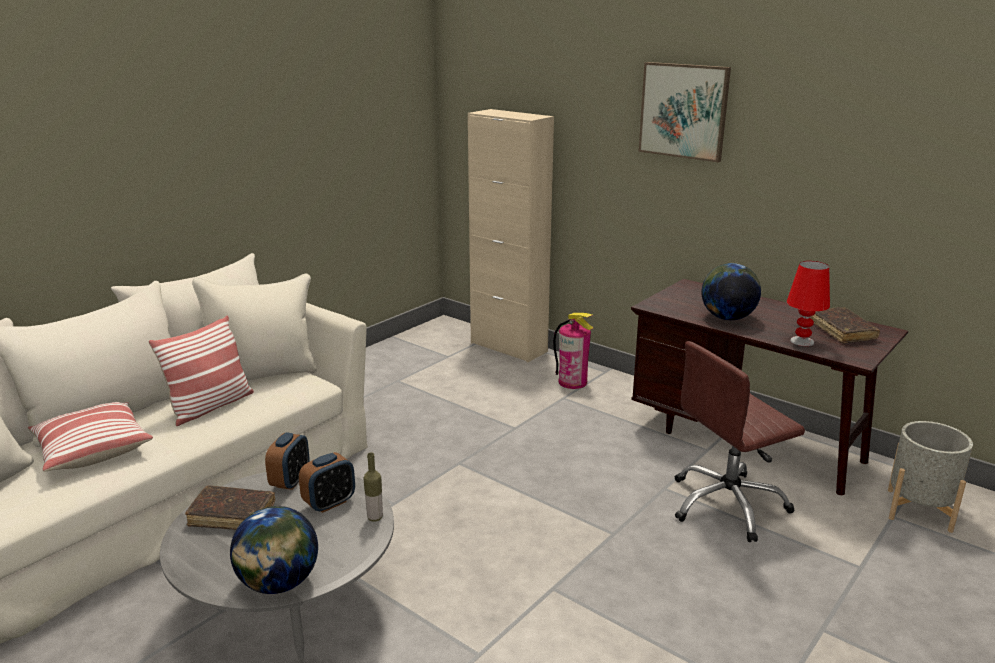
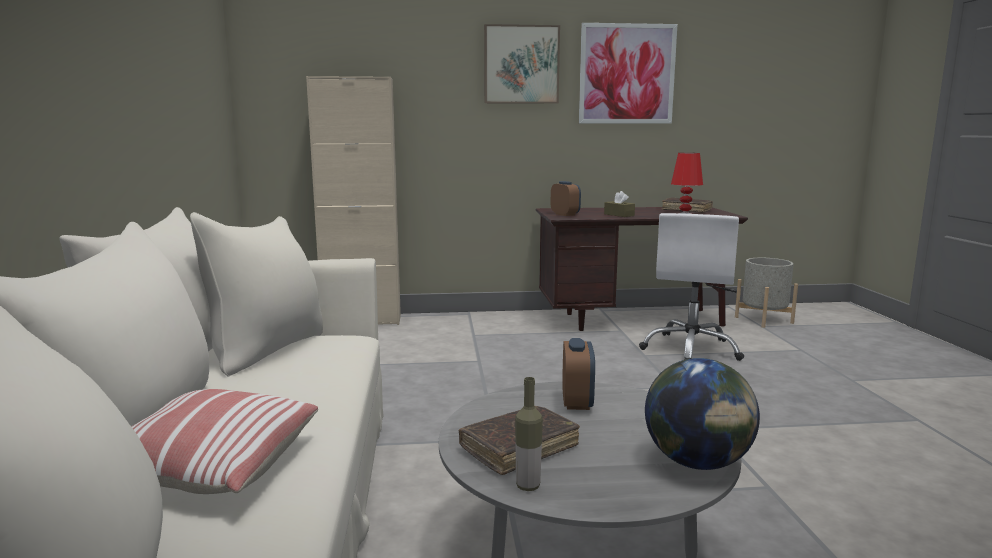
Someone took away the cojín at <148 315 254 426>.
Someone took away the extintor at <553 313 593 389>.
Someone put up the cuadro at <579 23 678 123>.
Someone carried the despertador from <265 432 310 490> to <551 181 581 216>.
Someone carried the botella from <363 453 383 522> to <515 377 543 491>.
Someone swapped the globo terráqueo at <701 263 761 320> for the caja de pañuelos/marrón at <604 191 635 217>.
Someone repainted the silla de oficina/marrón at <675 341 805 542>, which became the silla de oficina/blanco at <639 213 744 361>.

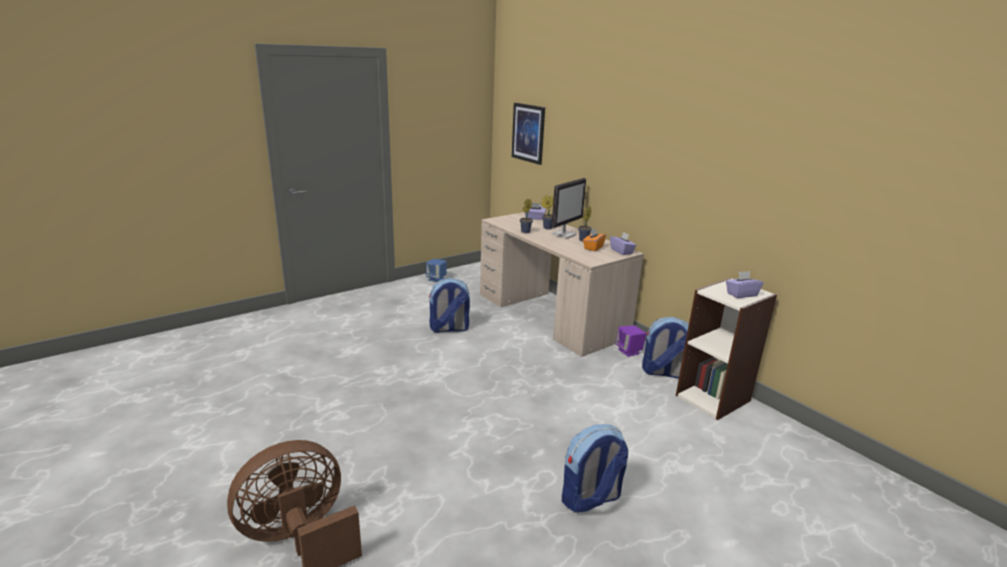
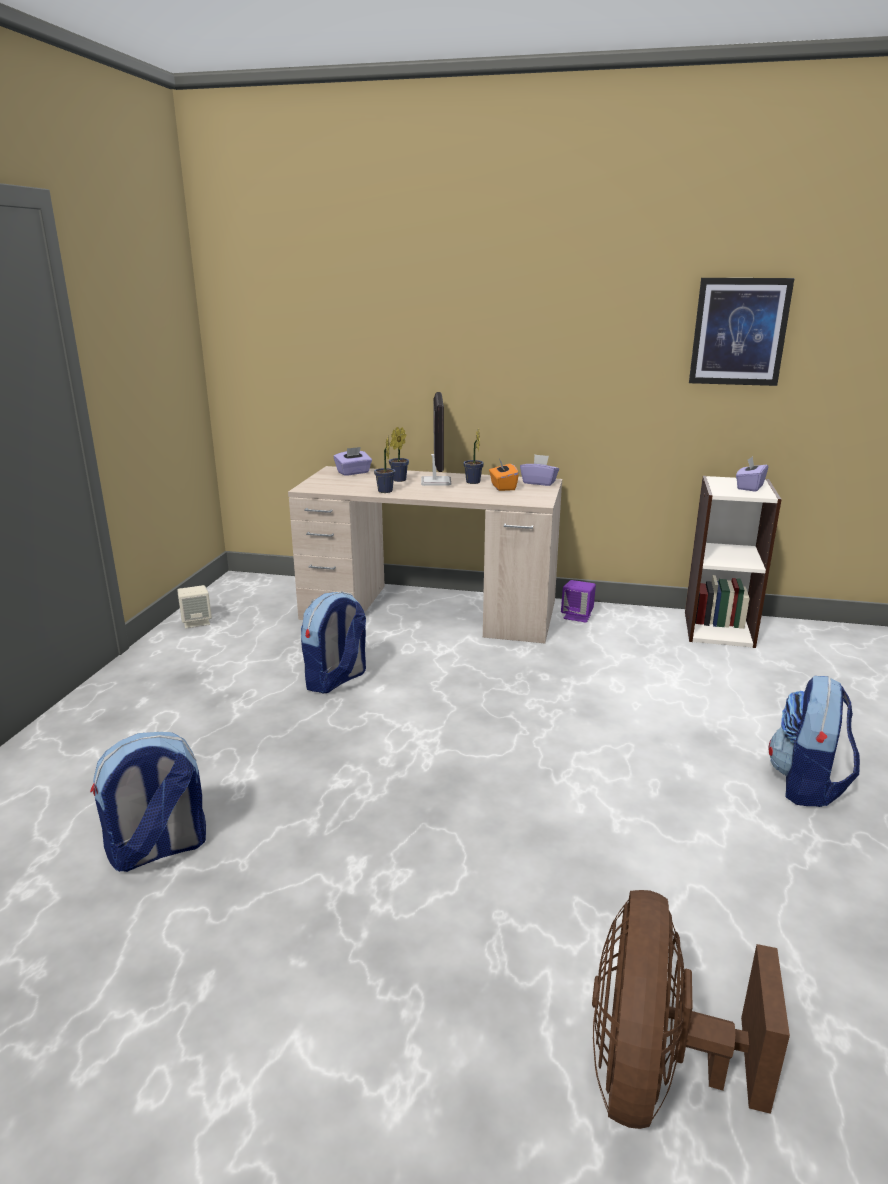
Someone carried the cuadro from <511 103 545 165> to <689 278 794 386>.
Someone carried the mochila from <642 317 689 379> to <90 732 206 872>.
Someone repainted the altavoz/azul at <426 259 447 282>, which became the altavoz/beis at <177 585 212 629>.

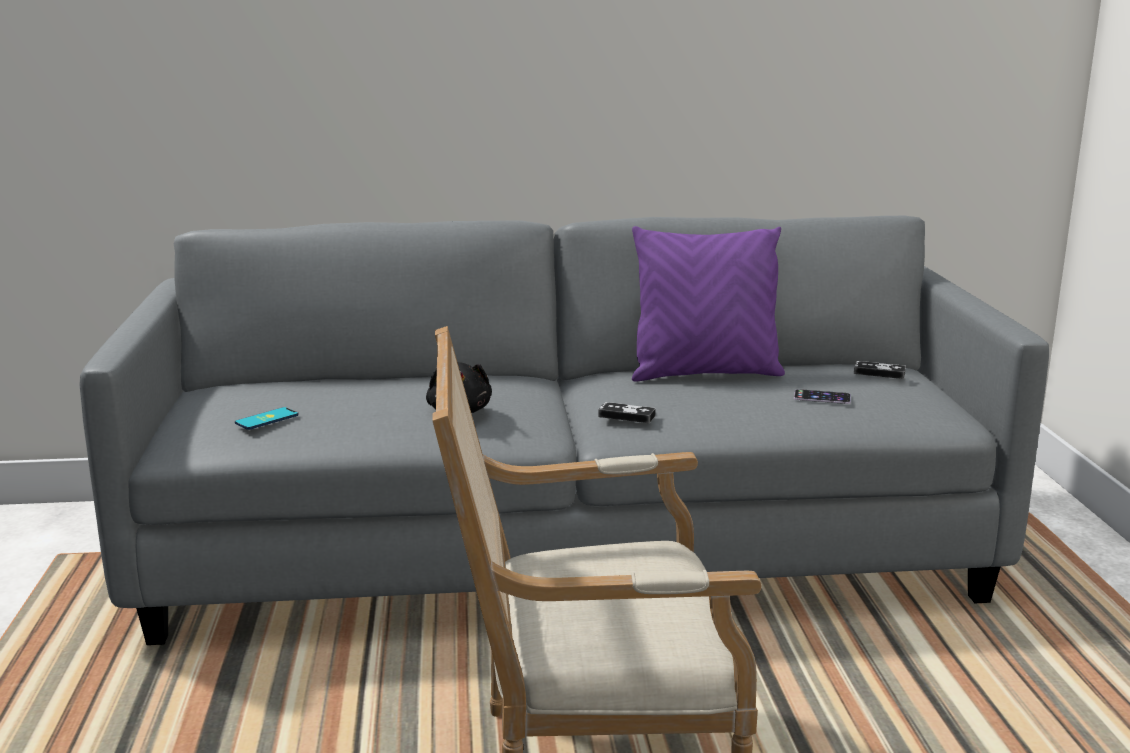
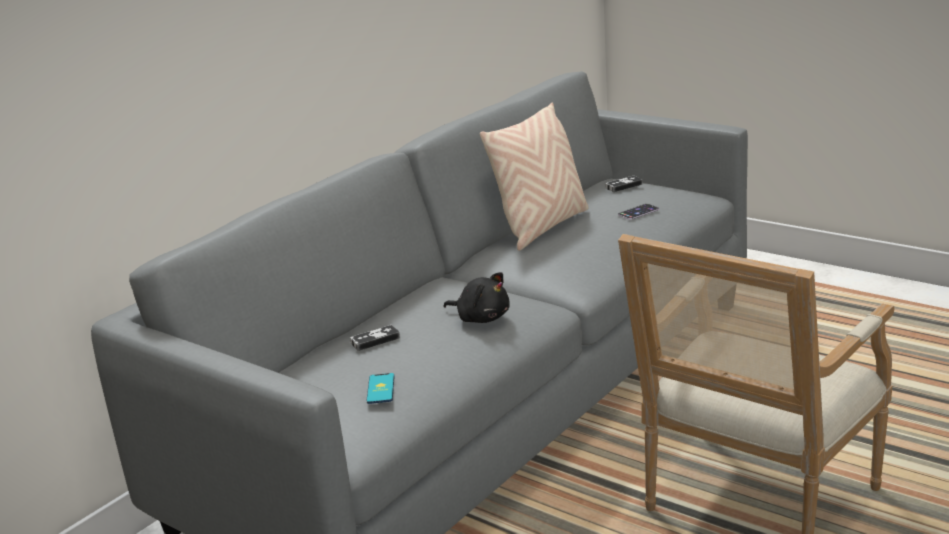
Someone carried the mando de consola from <598 402 656 423> to <350 325 400 351>.
Someone repainted the cojín/morado at <632 226 785 382>, which became the cojín/beis at <480 103 588 251>.

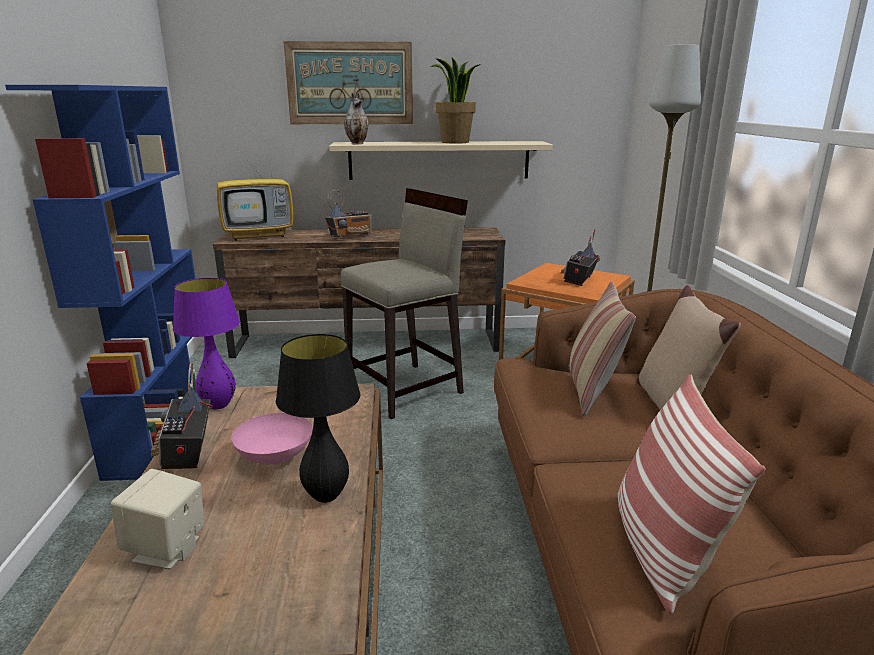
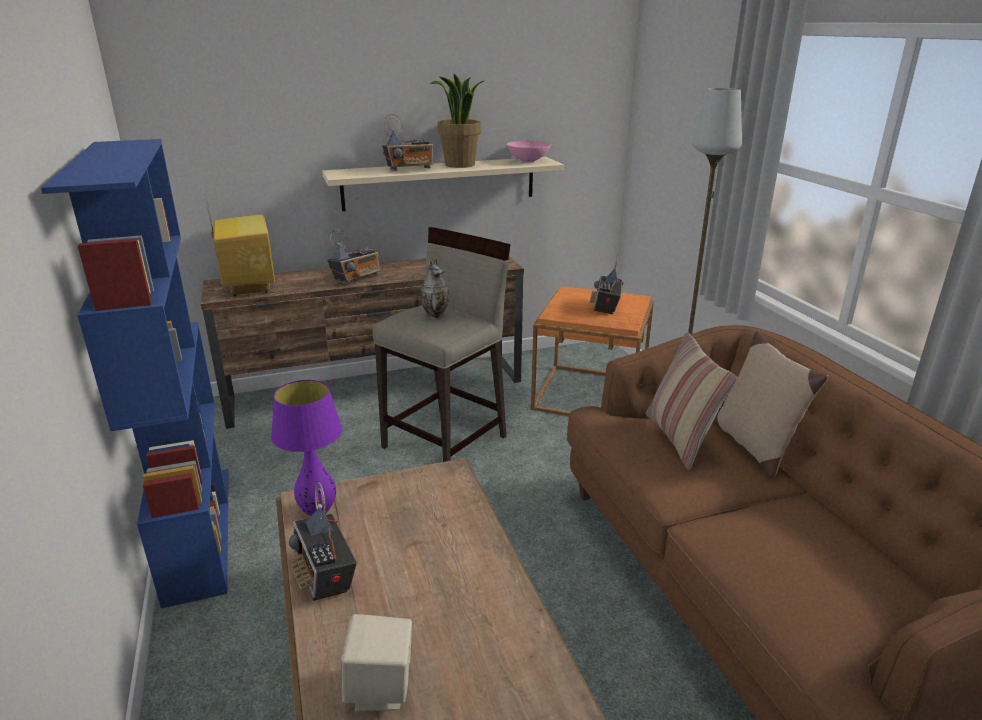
Someone took away the lámpara de mesa/negro at <276 334 360 503>.
Someone took away the cuadro at <283 41 413 124>.
Someone took away the cojín at <618 374 765 614>.
Someone put down the radio at <382 114 433 171>.
Someone carried the cuenco/rosa from <231 413 313 464> to <507 141 551 162>.
Someone carried the florero from <345 92 369 144> to <420 258 449 319>.
Someone rotated the televisor at <217 147 293 241> by 75 degrees counterclockwise.

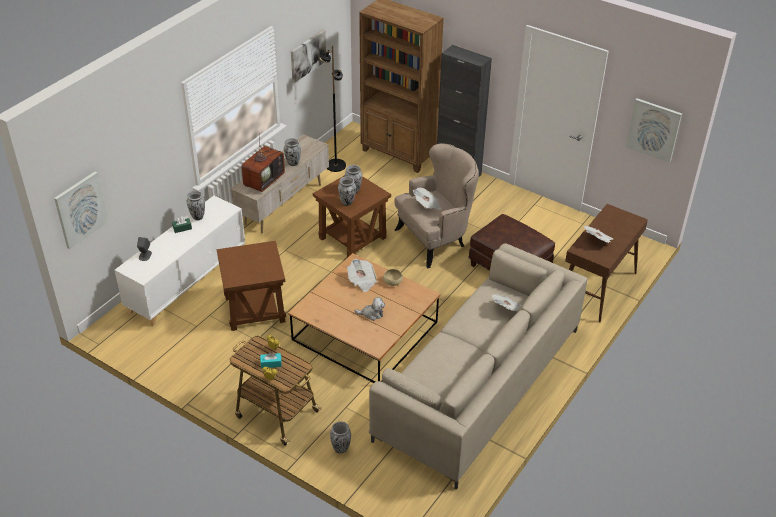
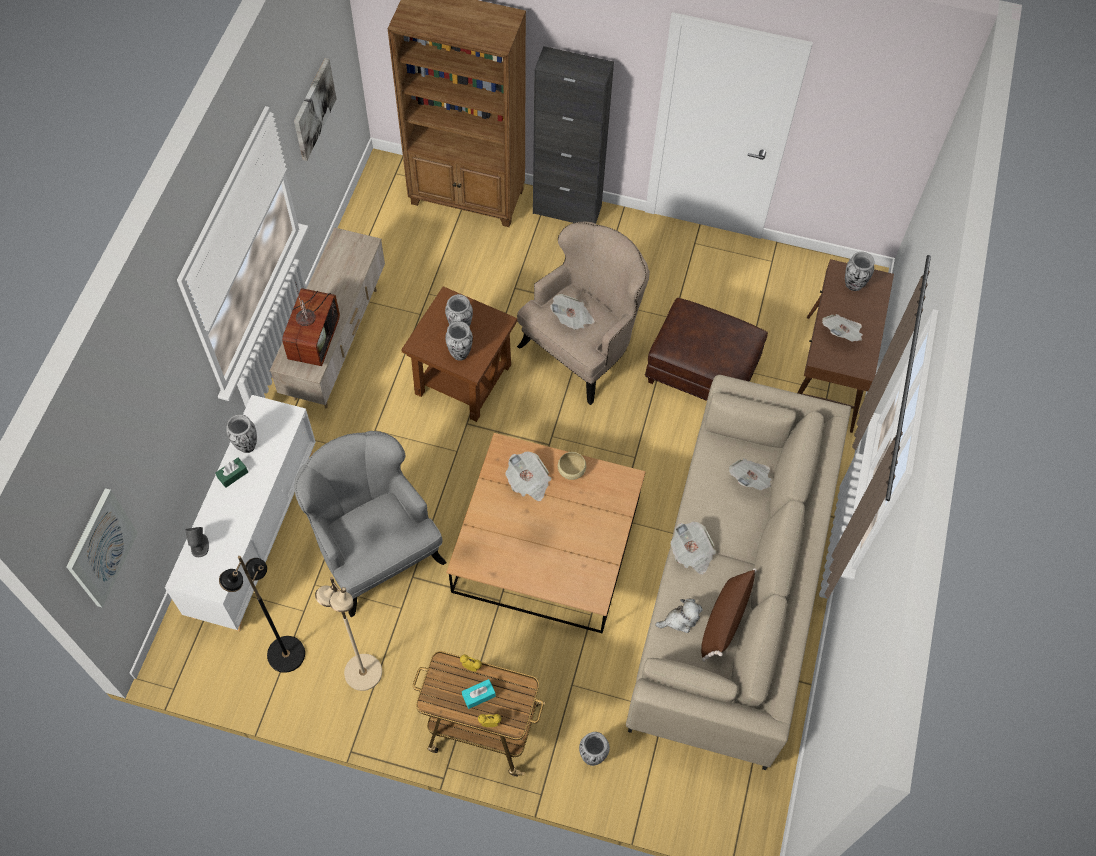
Someone took away the cuadro at <626 98 682 163>.
Someone put down the lámpara de pie/beis at <315 577 382 691>.
Someone put down the periódico at <671 521 716 575>.
Someone put down the cojín/marrón at <701 568 757 662>.
Someone carried the florero from <284 138 301 166> to <845 252 874 291>.
Someone carried the lámpara de pie/negro from <319 46 346 172> to <219 556 305 673>.
Someone carried the peluche from <355 297 385 321> to <655 599 703 633>.
Someone swapped the mesa auxiliar/marrón at <217 241 286 331> for the sillón/gris at <294 431 446 617>.

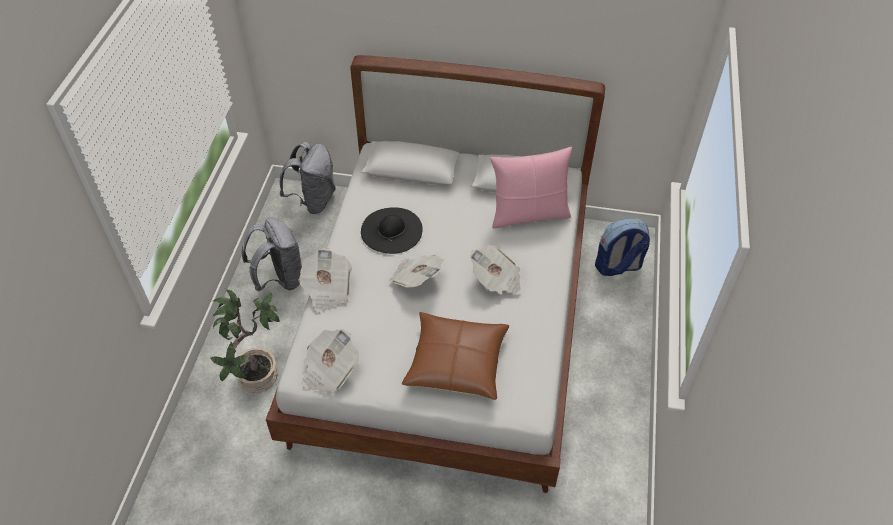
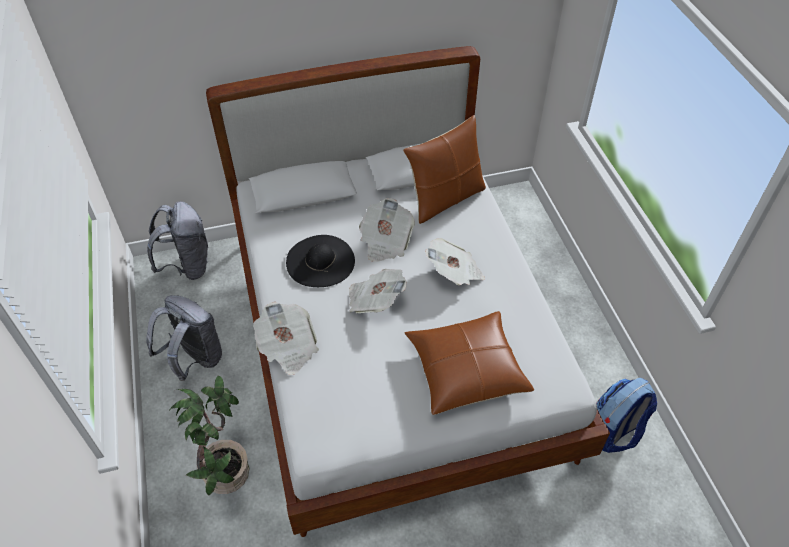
Someone carried the periódico from <301 329 359 394> to <359 198 415 262>.
Someone carried the mochila from <595 218 650 276> to <596 378 657 453>.
Someone repainted the cojín/rosa at <490 147 572 228>, which became the cojín/marrón at <403 115 486 224>.

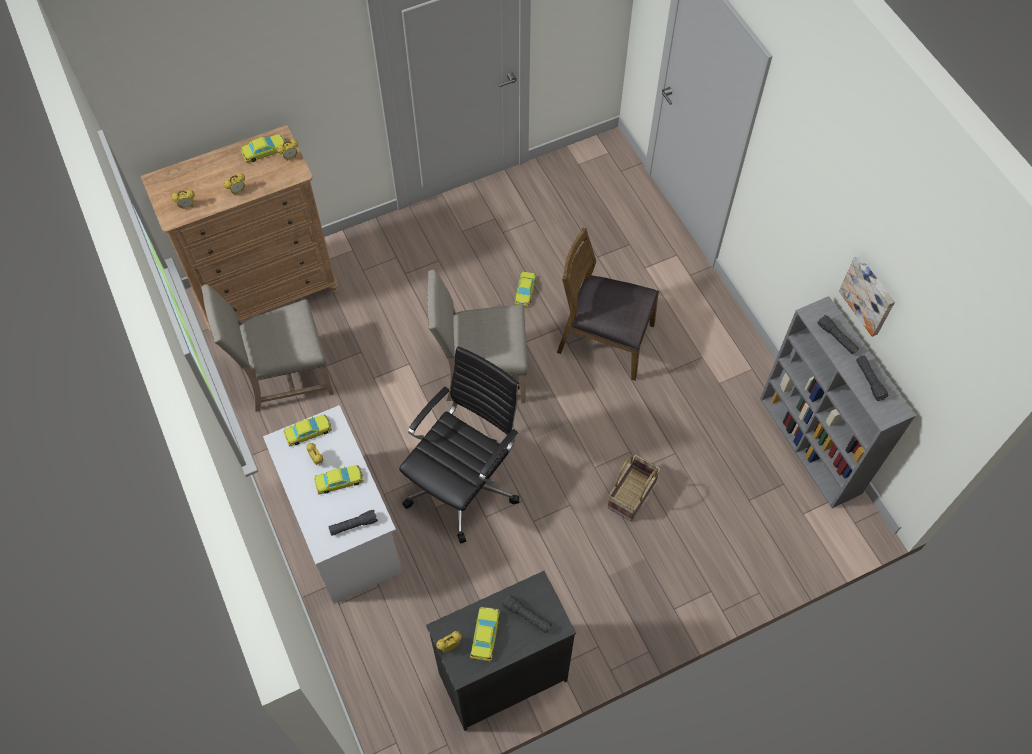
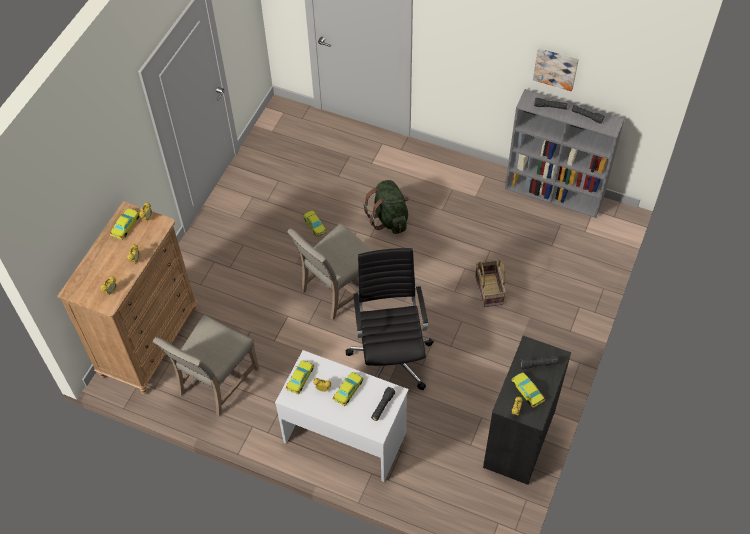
Someone swapped the silla/marrón at <557 228 659 380> for the mochila/verde at <363 180 409 234>.

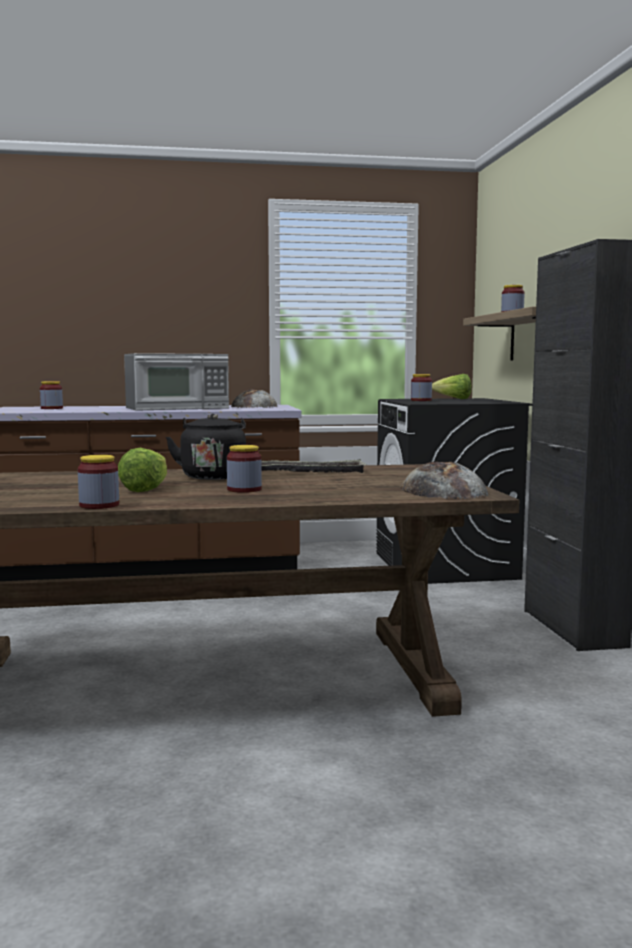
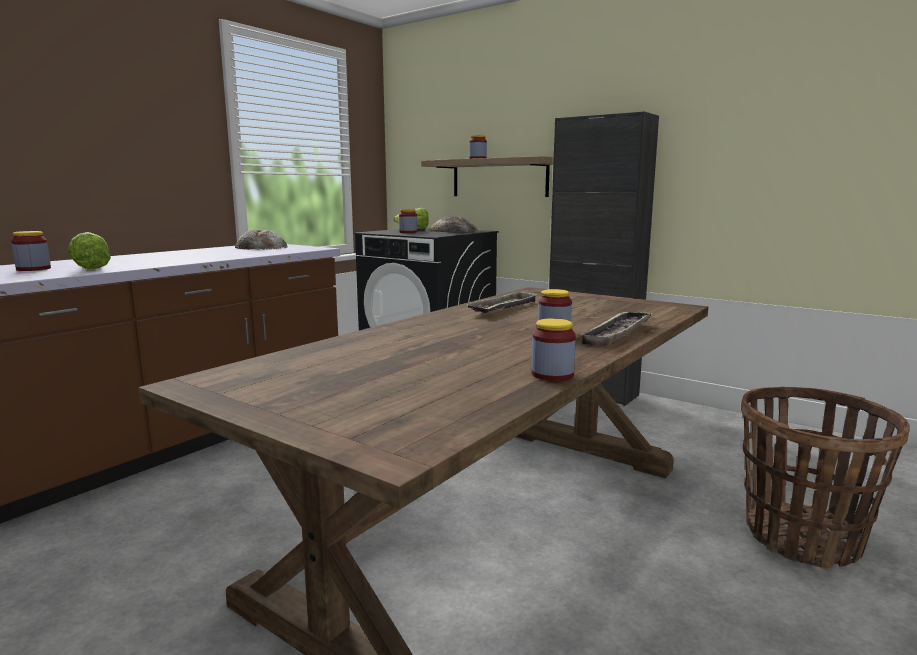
Someone took away the microondas at <124 353 229 411>.
Someone took away the hervidor/negro at <166 414 246 480>.
Someone put down the bandeja at <579 312 653 346>.
Someone put down the cesta at <741 387 910 570>.
Someone carried the lechuga from <118 448 167 492> to <68 232 111 269>.
Someone carried the pan from <401 462 489 499> to <430 216 477 232>.

